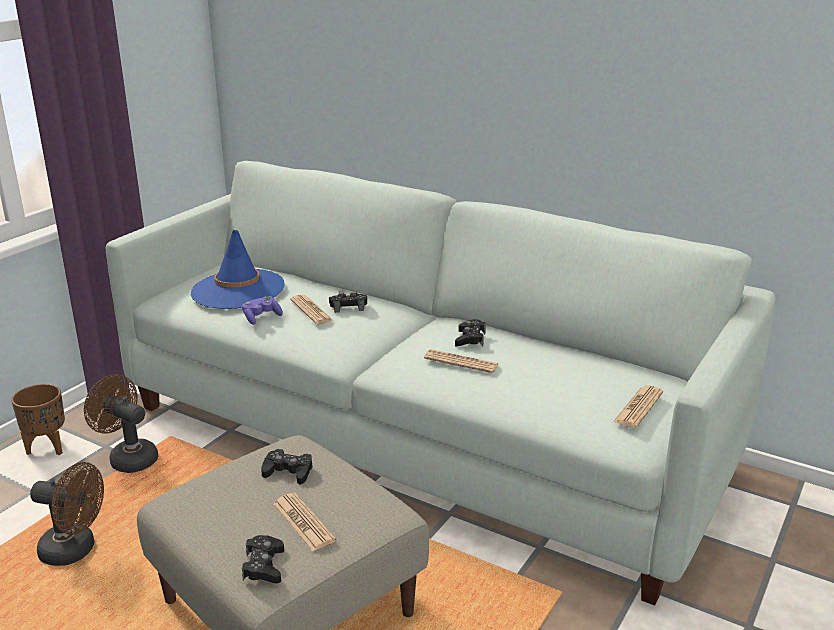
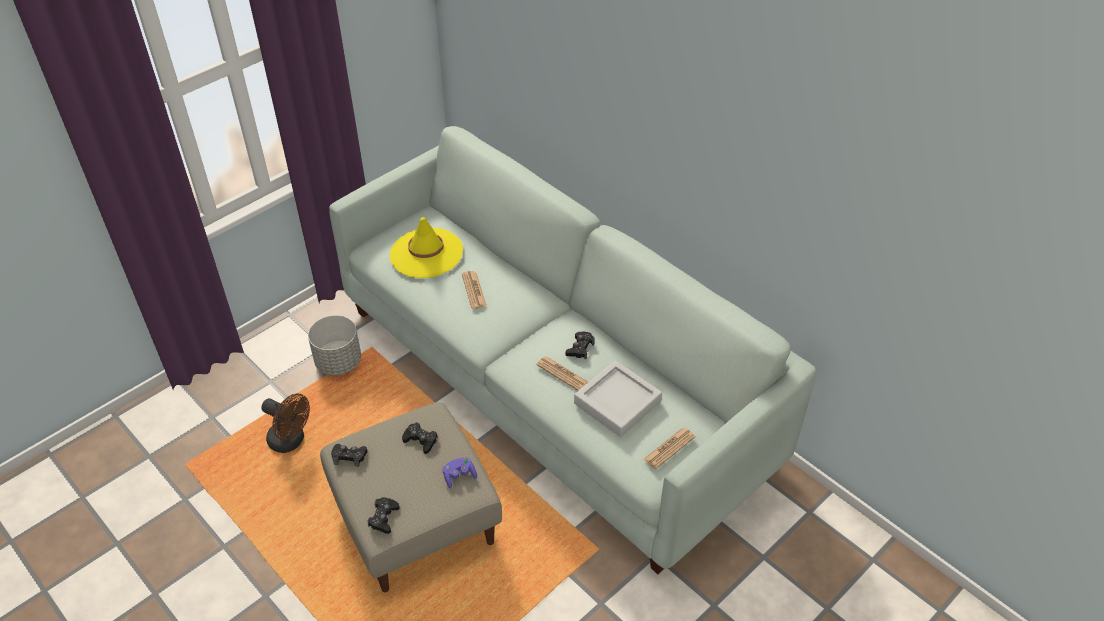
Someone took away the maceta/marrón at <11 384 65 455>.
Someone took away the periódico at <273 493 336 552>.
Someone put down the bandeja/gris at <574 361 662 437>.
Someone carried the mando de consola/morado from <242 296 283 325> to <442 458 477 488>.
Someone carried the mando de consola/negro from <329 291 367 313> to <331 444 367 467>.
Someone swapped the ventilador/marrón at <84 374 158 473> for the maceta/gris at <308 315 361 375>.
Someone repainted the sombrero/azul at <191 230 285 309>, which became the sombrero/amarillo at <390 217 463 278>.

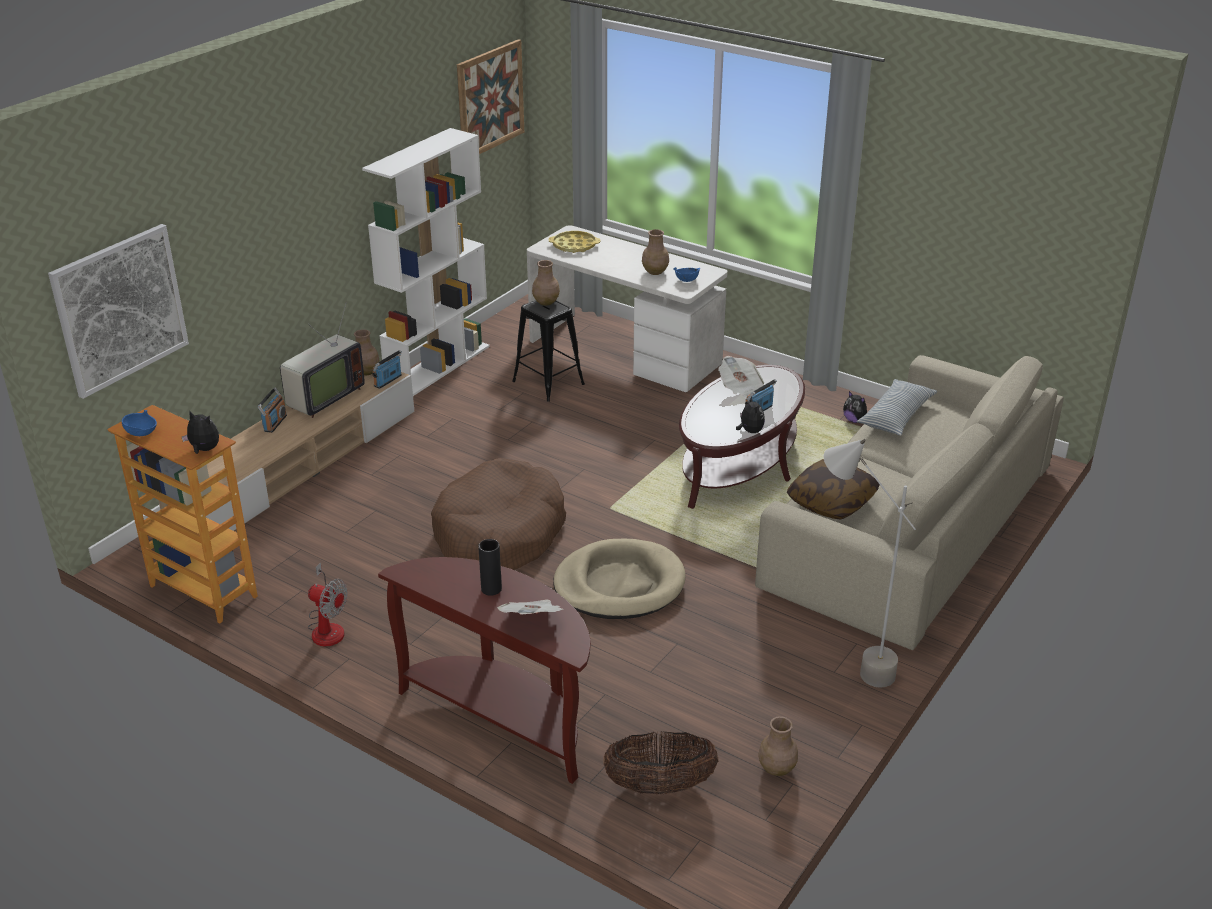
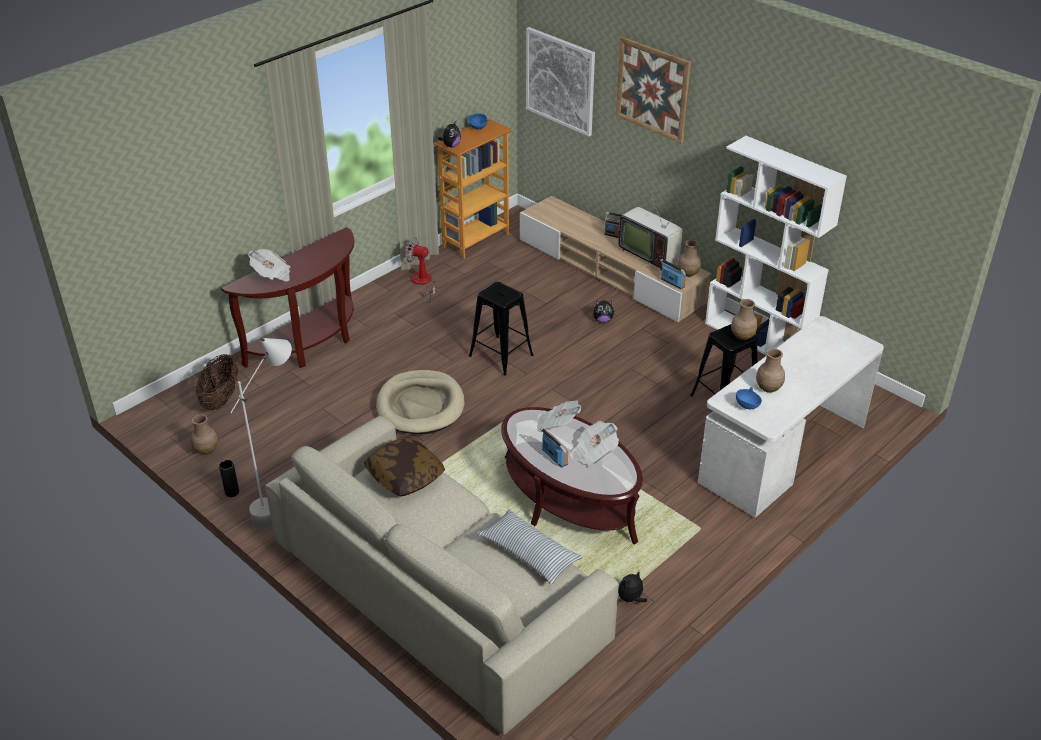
Someone took away the bandeja/amarillo at <549 231 600 253>.
Someone put down the periódico at <537 400 581 430>.
Someone carried the cuadro from <457 39 524 154> to <616 36 691 143>.
Someone carried the florero/negro from <478 539 502 596> to <219 460 239 497>.
Someone carried the peluche from <736 396 765 433> to <593 301 615 323>.
Someone swapped the cama para perro/marrón at <431 458 566 570> for the taburete/negro at <469 282 533 376>.
Someone rotated the ventilador at <308 562 348 646> by 75 degrees clockwise.

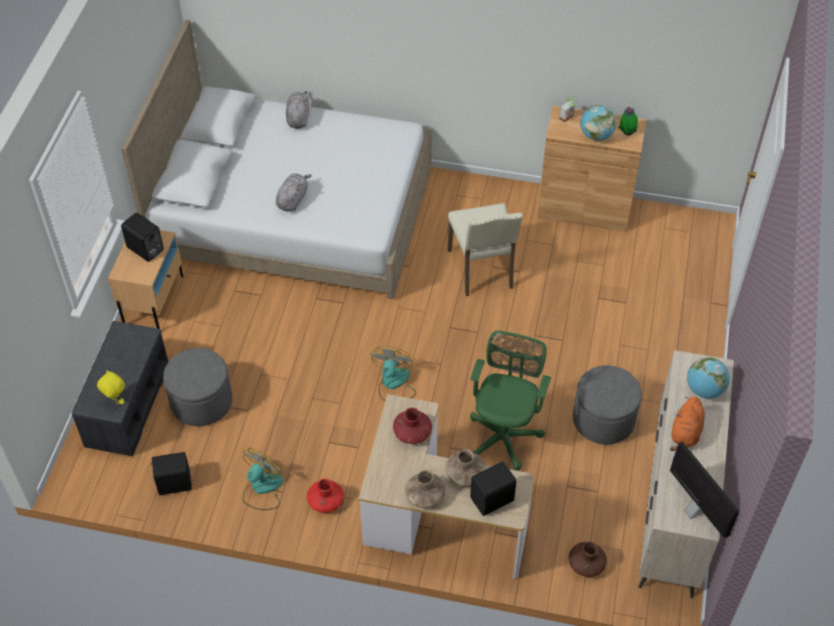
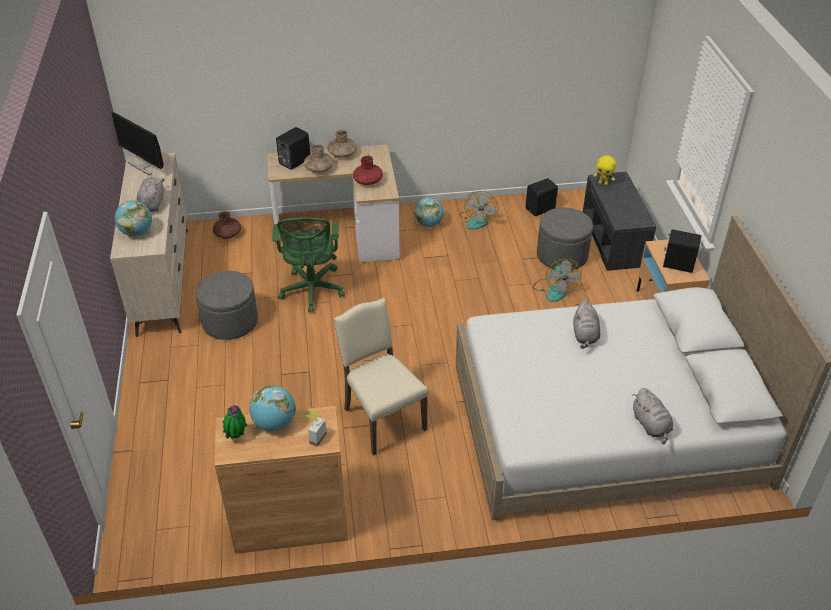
Someone carried the ventilador from <370 346 416 401> to <533 259 582 302>.
Someone swapped the florero/rojo at <307 479 344 513> for the globo terráqueo at <414 197 444 227>.
Someone repainted the peluche/naranja at <670 396 705 451>, which became the peluche/gris at <137 177 165 212>.

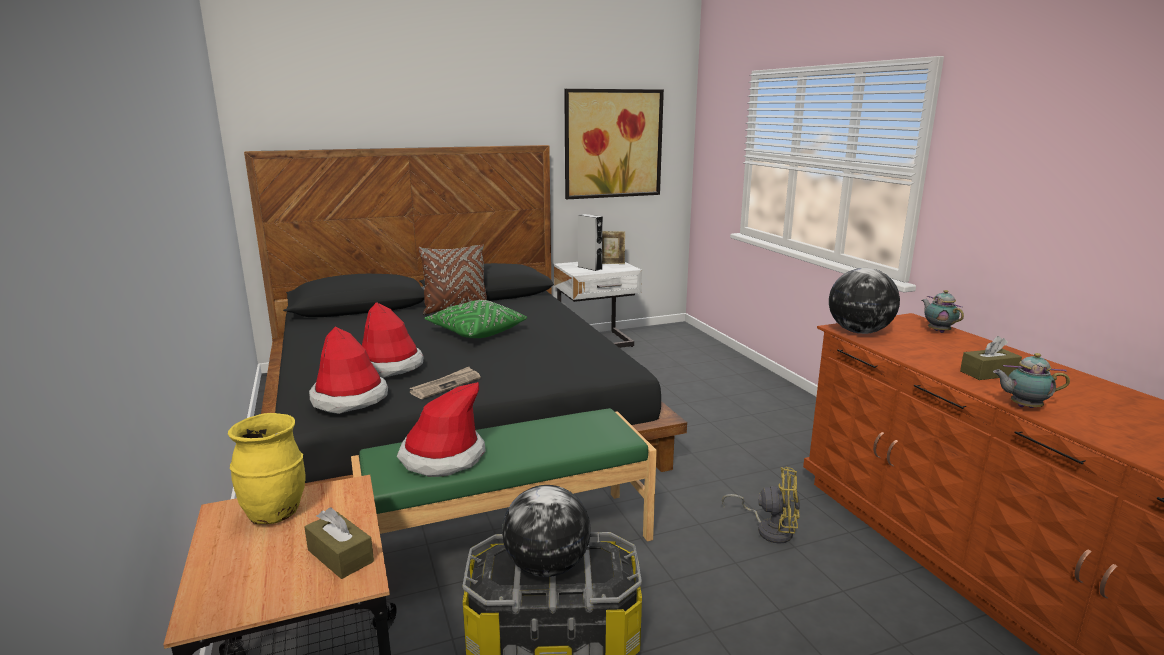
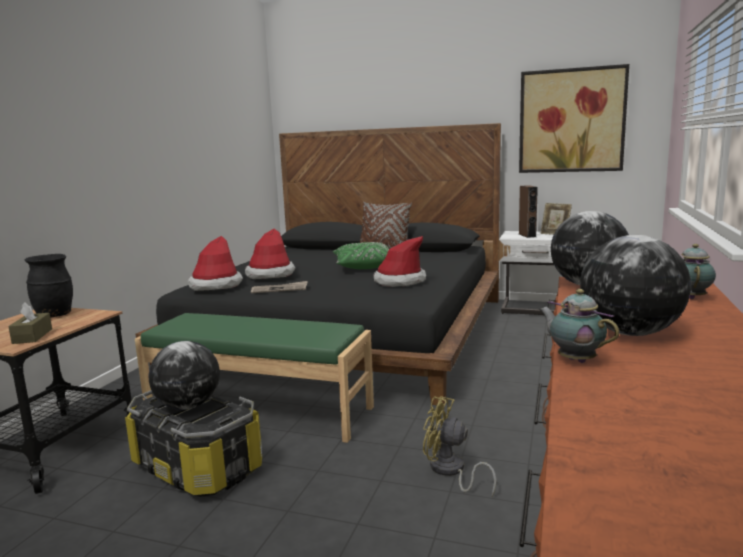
Someone carried the sombrero from <397 382 486 477> to <374 236 426 287>.
Someone swapped the caja de pañuelos/marrón at <960 336 1022 380> for the globo terráqueo at <580 235 691 336>.
Someone repainted the florero/amarillo at <228 413 306 524>, which became the florero/negro at <25 254 73 318>.
Someone repainted the altavoz/gris at <578 214 603 271>, which became the altavoz/marrón at <519 185 538 238>.
Someone rotated the ventilador/amarillo at <722 467 800 544> by 150 degrees clockwise.

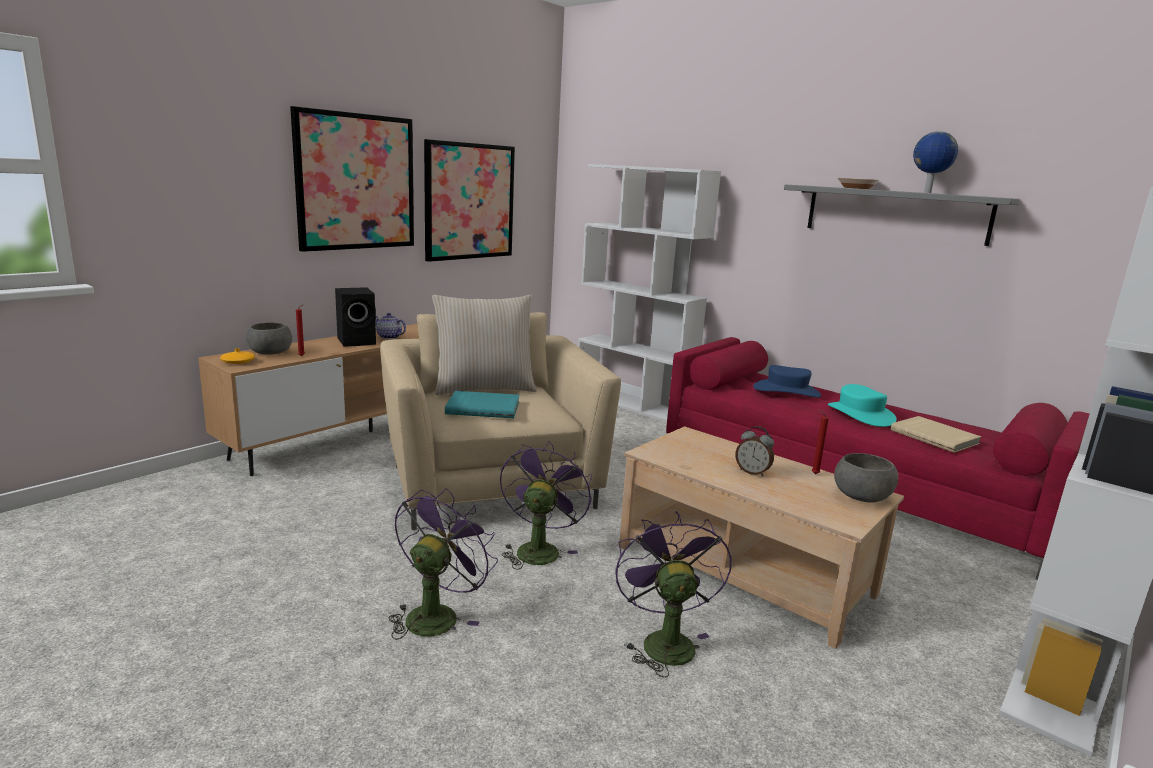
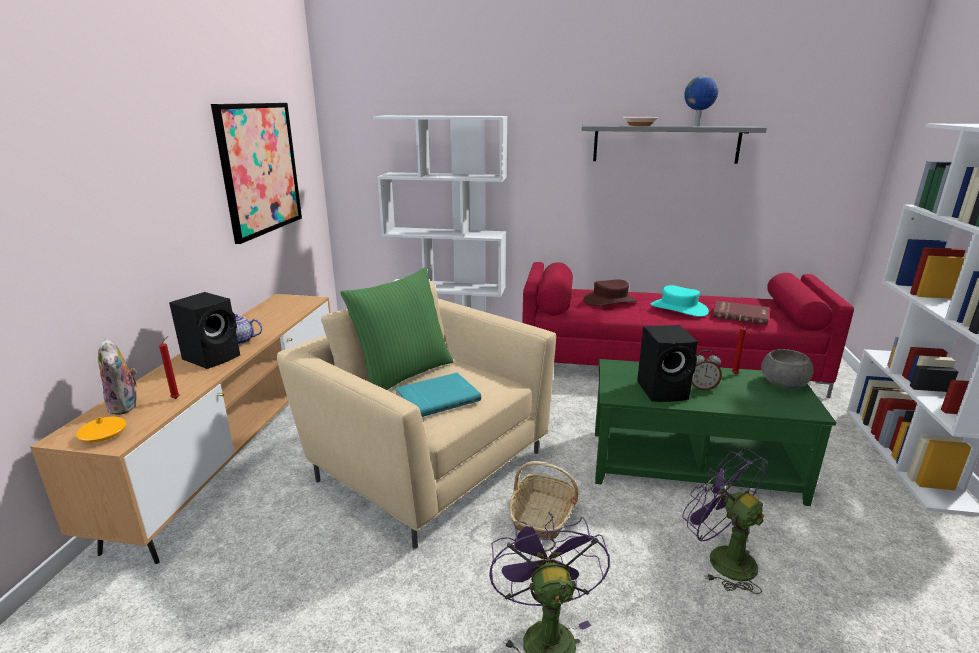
Someone took away the cuadro at <290 106 414 252>.
Someone put down the altavoz/negro at <637 325 698 402>.
Someone swapped the cuenco/gris at <246 322 292 354> for the peluche at <98 338 137 415>.
Someone swapped the ventilador/morado at <500 441 592 570> for the cesta at <509 461 578 540>.
Someone repainted the cojín/beis at <432 295 537 395>, which became the cojín/verde at <340 267 454 390>.
Someone repainted the mesa de centro/beis at <619 426 904 649>, which became the mesa de centro/verde at <595 359 836 506>.
Someone repainted the sombrero/azul at <753 365 821 398>, which became the sombrero/marrón at <583 280 637 306>.
Someone repainted the libro/beis at <891 416 981 453>, which became the libro/rojo at <713 300 768 325>.

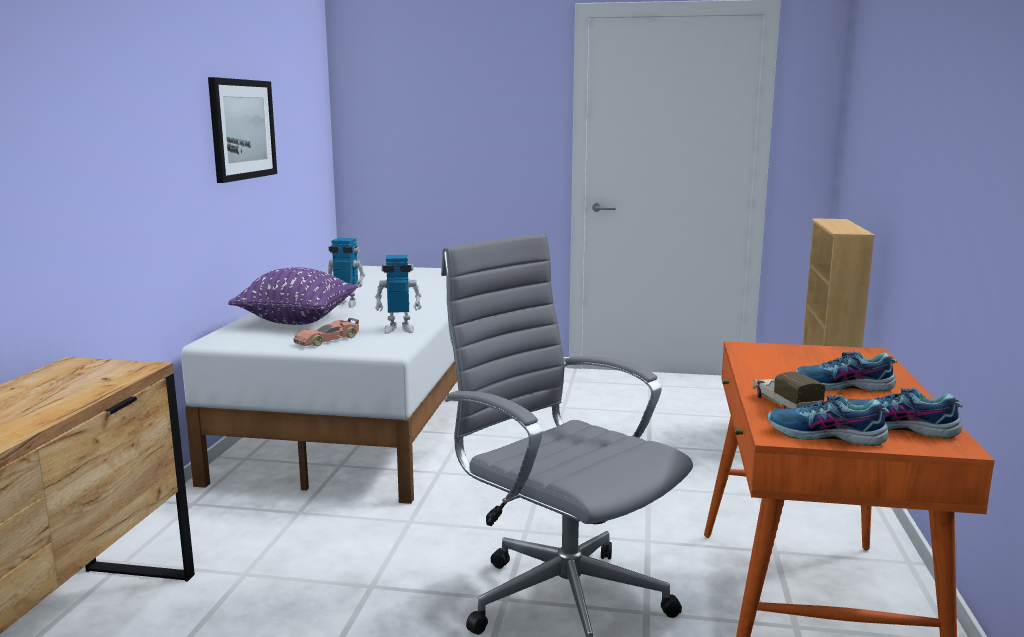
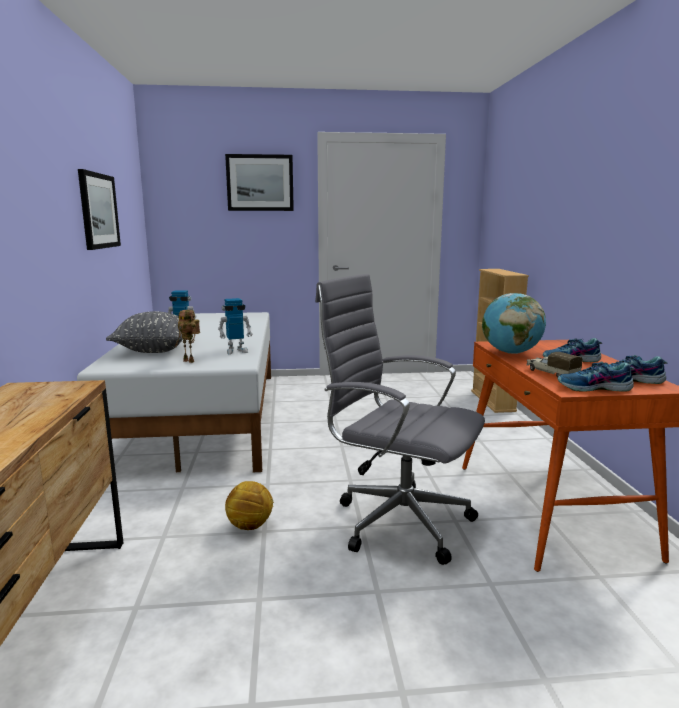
Someone put up the cuadro at <225 154 294 211>.
Someone put down the balón de fútbol at <225 481 274 530>.
Someone put down the globo terráqueo at <482 293 546 354>.
Someone swapped the coche de juguete at <294 318 359 346> for the robot de juguete at <175 310 200 363>.
Someone repainted the cojín/morado at <228 267 357 325>, which became the cojín/gris at <106 311 183 353>.

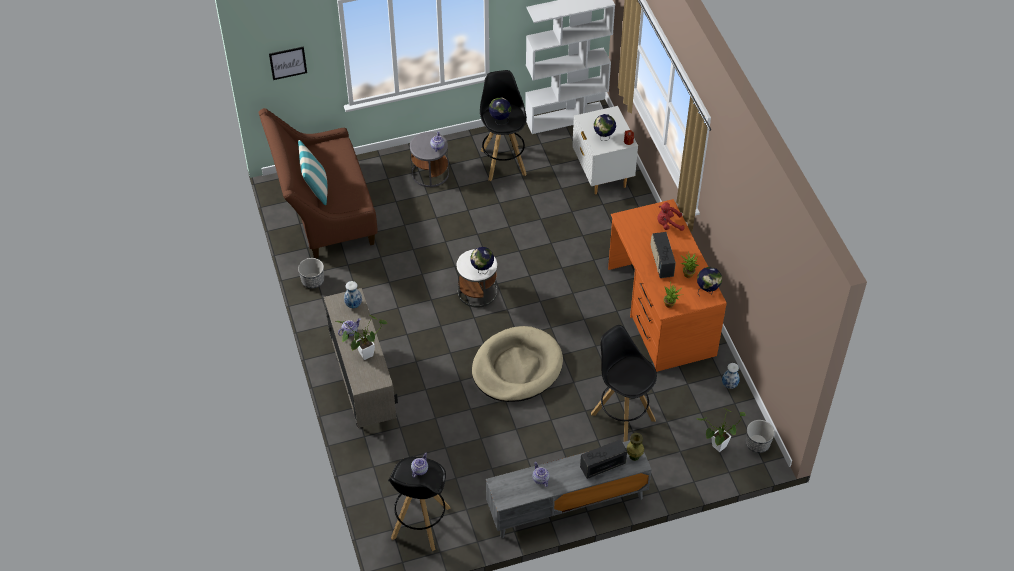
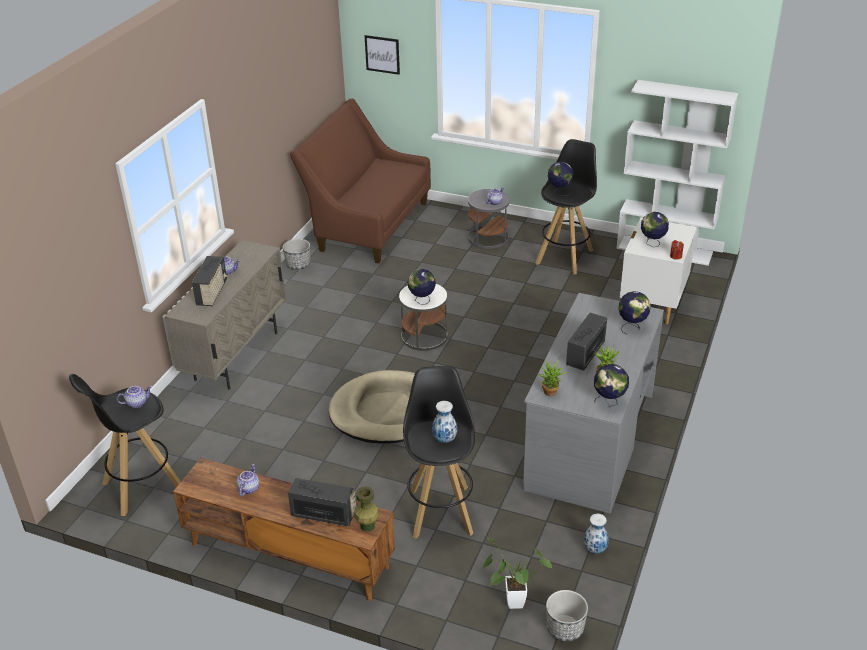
Someone took away the cojín at <298 140 327 205>.
Someone carried the florero from <344 281 362 308> to <432 401 457 443>.
Someone swapped the planta en maceta at <335 315 387 360> for the radio at <192 256 227 306>.
Someone swapped the peluche/rojo at <657 202 685 231> for the globo terráqueo at <618 291 651 334>.
Someone repainted the mueble de televisión/gris at <486 440 652 538>, which became the mueble de televisión/marrón at <173 458 395 601>.
Someone repainted the escritorio/naranja at <608 199 727 372>, which became the escritorio/gris at <523 293 664 513>.

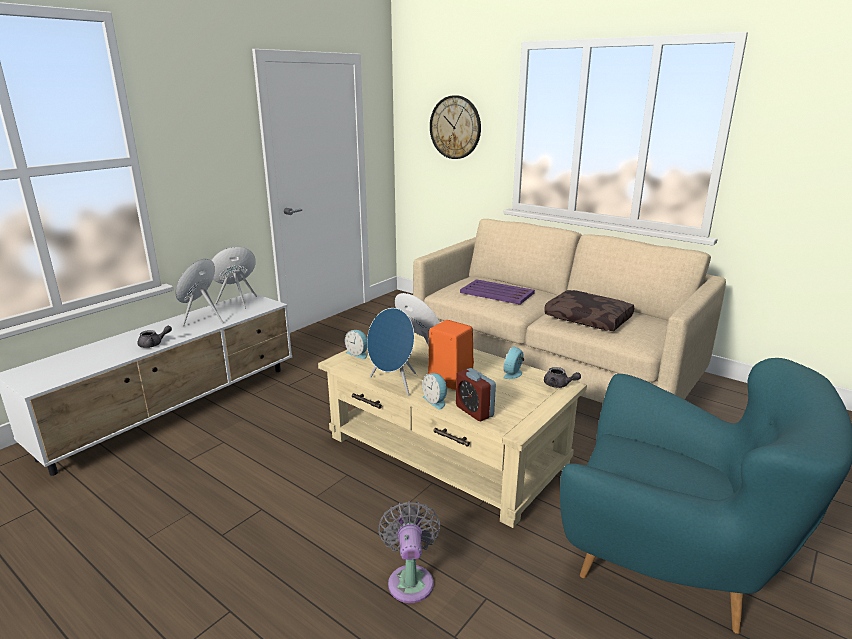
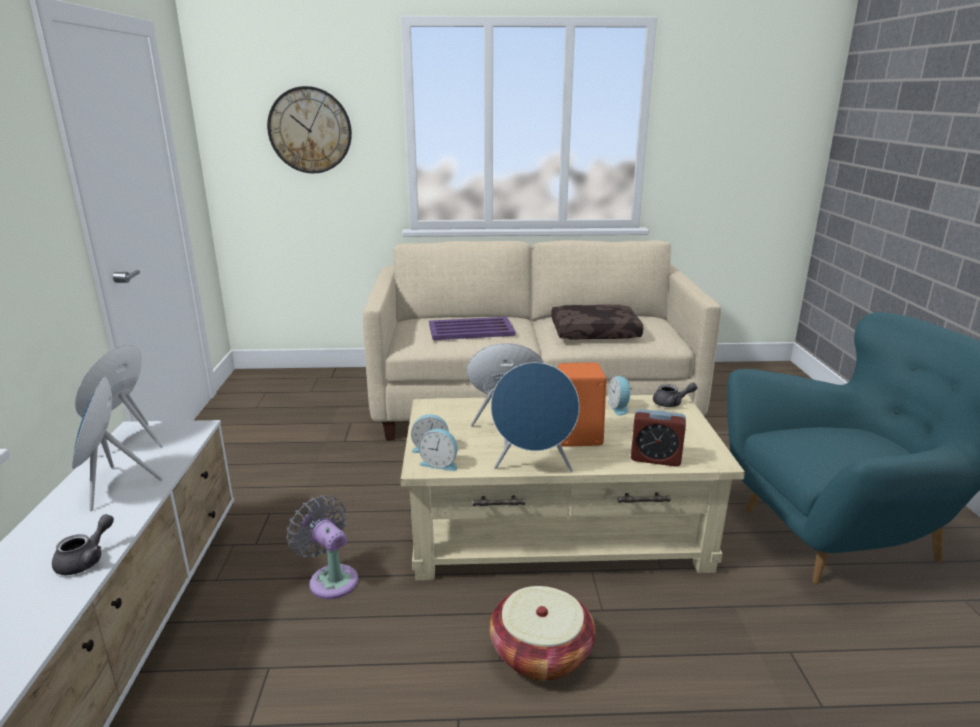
Someone put down the cesta at <489 586 596 681>.
Someone carried the ventilador/gris from <379 501 440 603> to <287 495 358 599>.
Someone carried the despertador from <422 373 447 410> to <418 429 458 471>.

